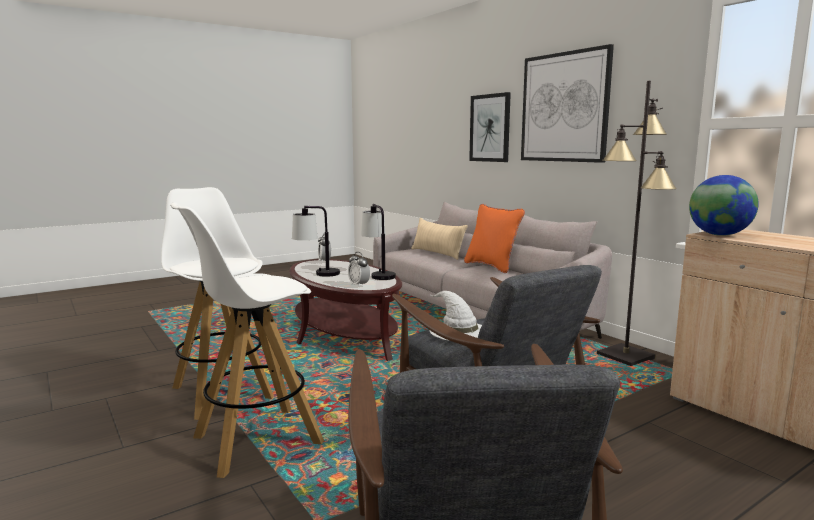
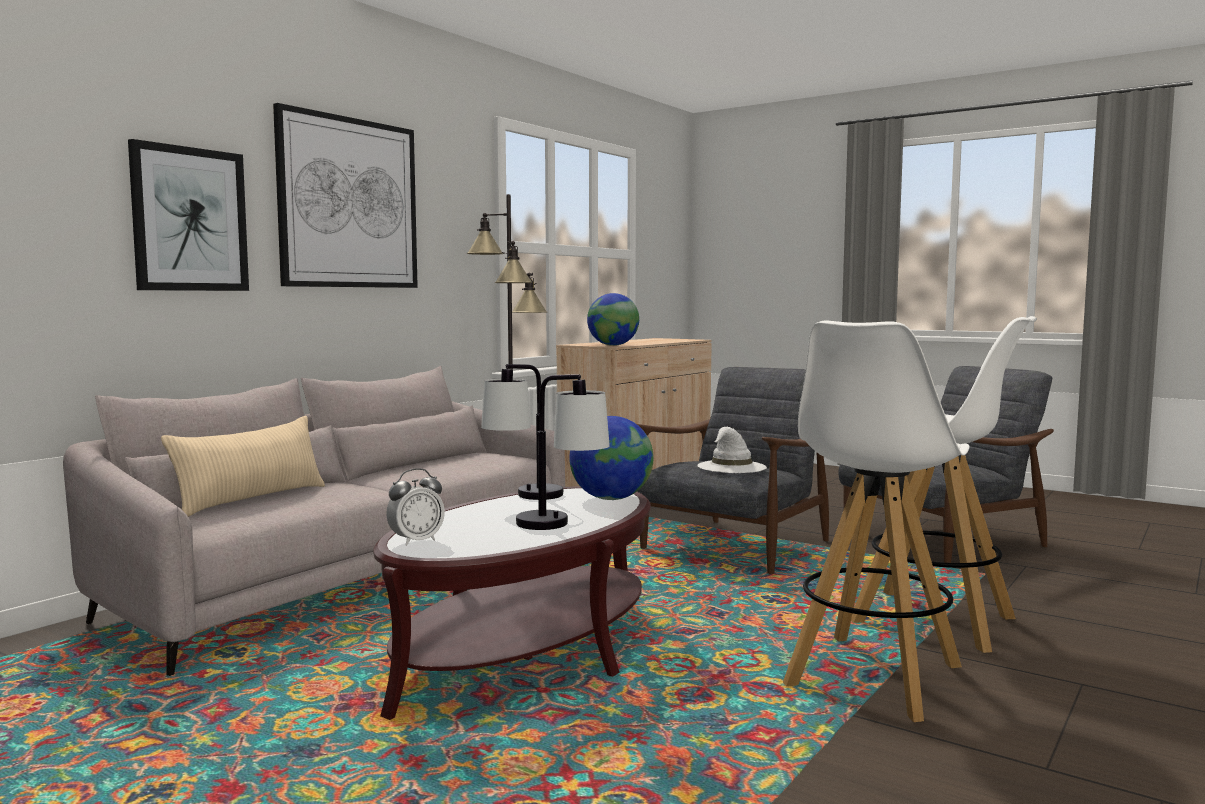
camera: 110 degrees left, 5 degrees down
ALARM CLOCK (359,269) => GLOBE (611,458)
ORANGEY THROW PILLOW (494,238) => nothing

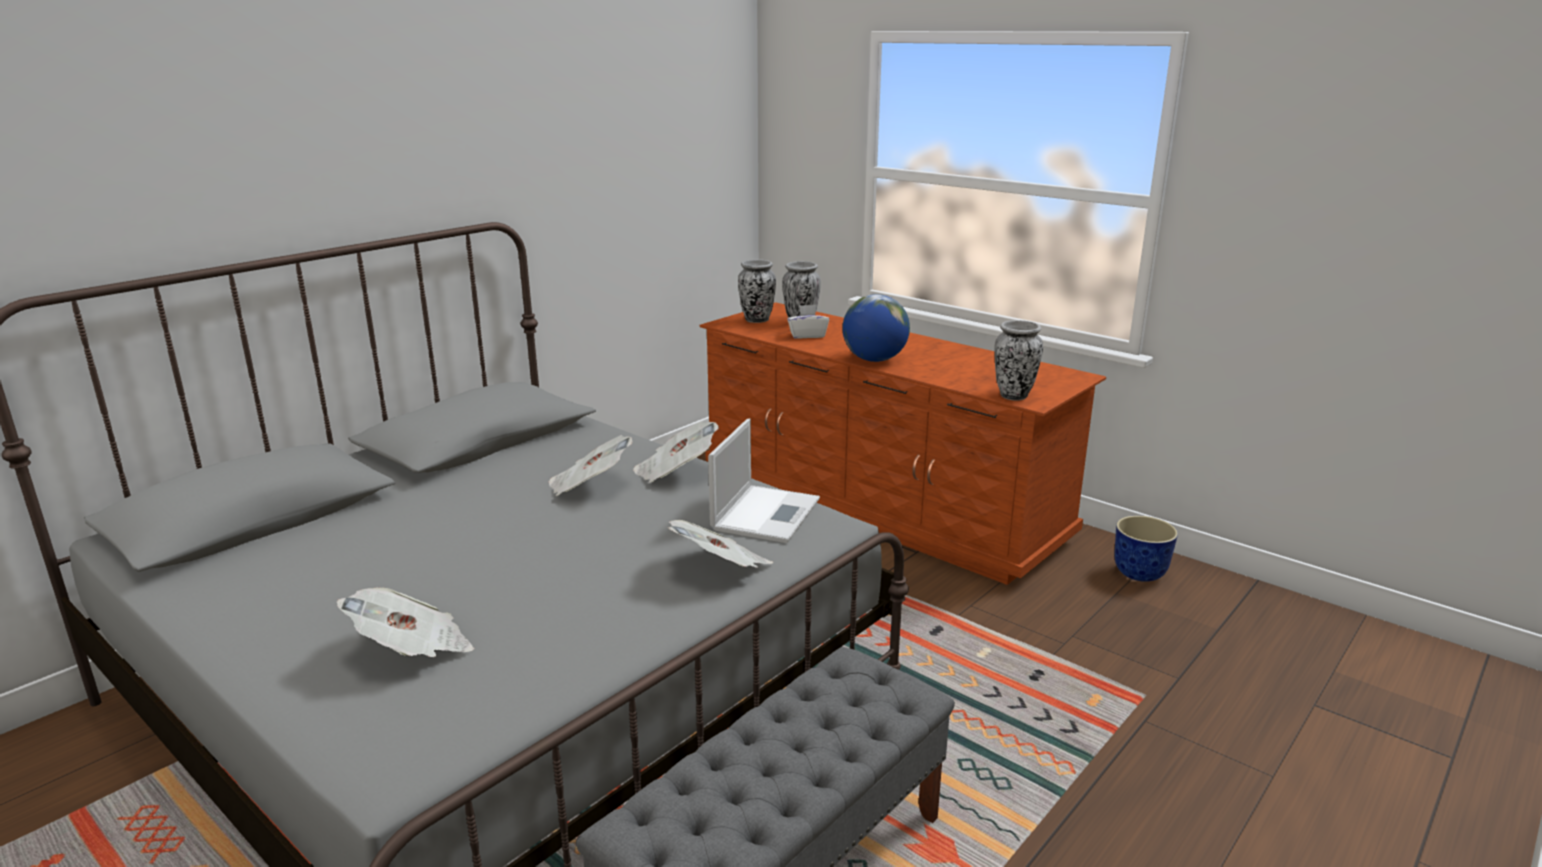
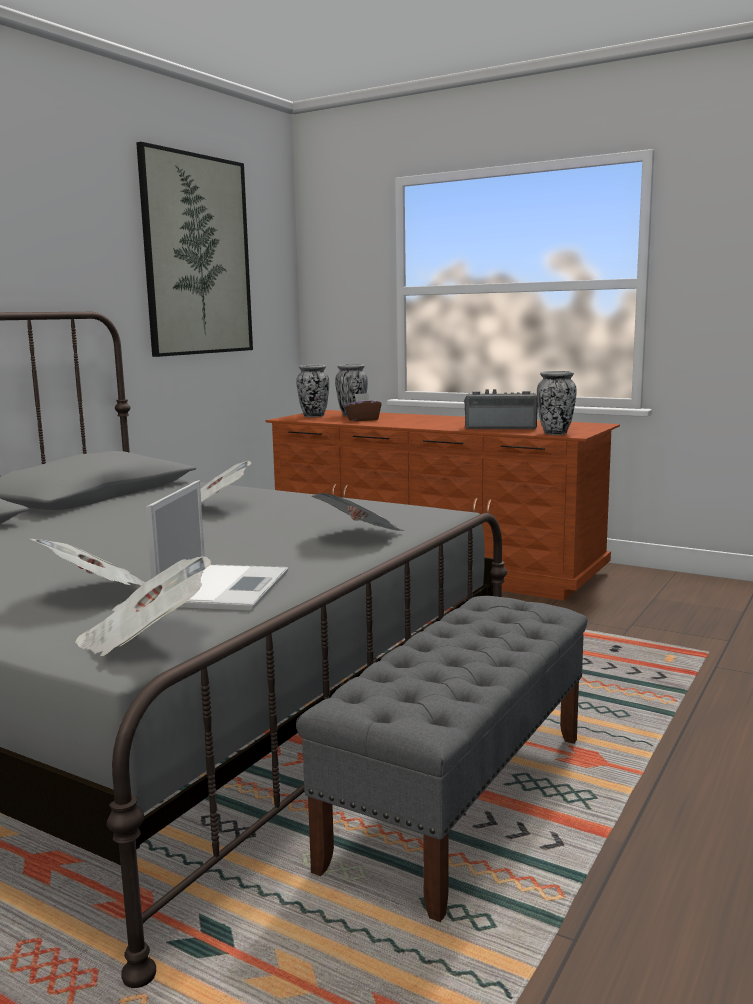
camera: 10 degrees left, 10 degrees down
DAILY PAPER (676,452) => DAILY PAPER (143,606), move
nothing => WALL ART (194,249)
NOTEBOOK COMPUTER (764,480) => NOTEBOOK COMPUTER (217,545), move
WHITE TISSUE BOX (808,322) => BROWN TISSUE BOX (363,407)
nothing => RADIO SET (501,409)
GLOBE (876,328) => nothing
PLANTER (1146,549) => nothing

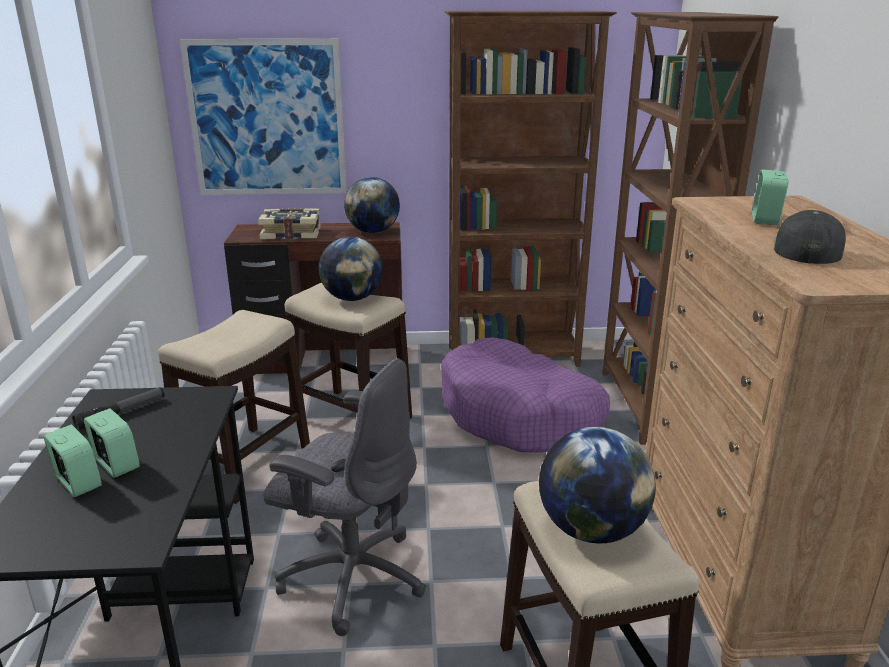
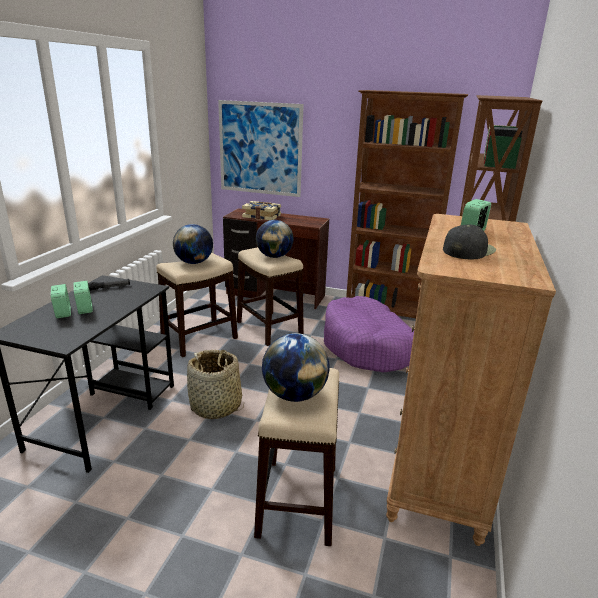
camera: 20 degrees right, 0 degrees up
GLOBE (372,205) => GLOBE (193,244), move
GREYISH DESK CHAIR (344,497) => HOUSEHOLD BASKET (215,384)

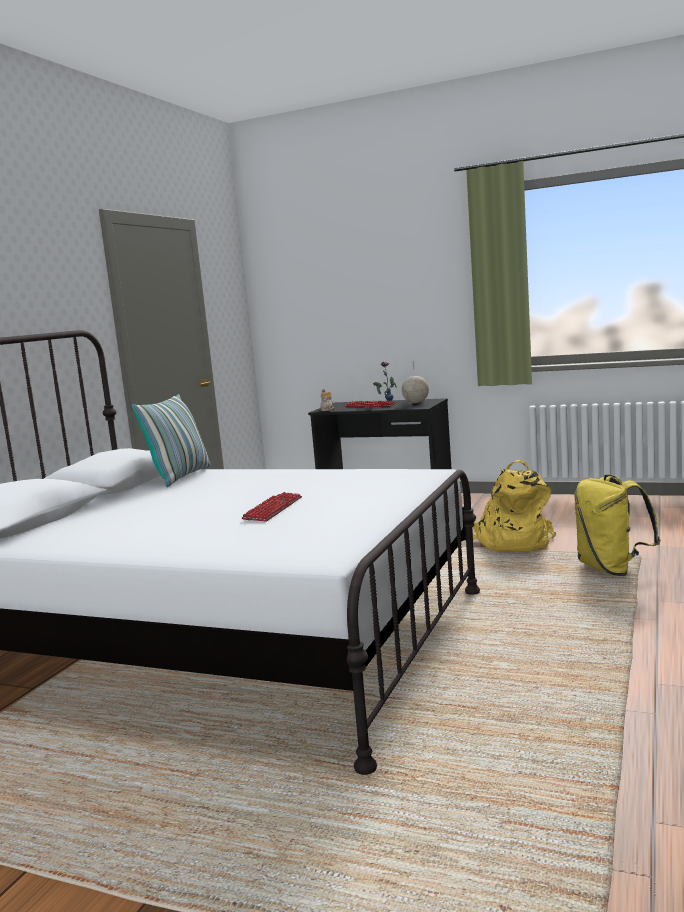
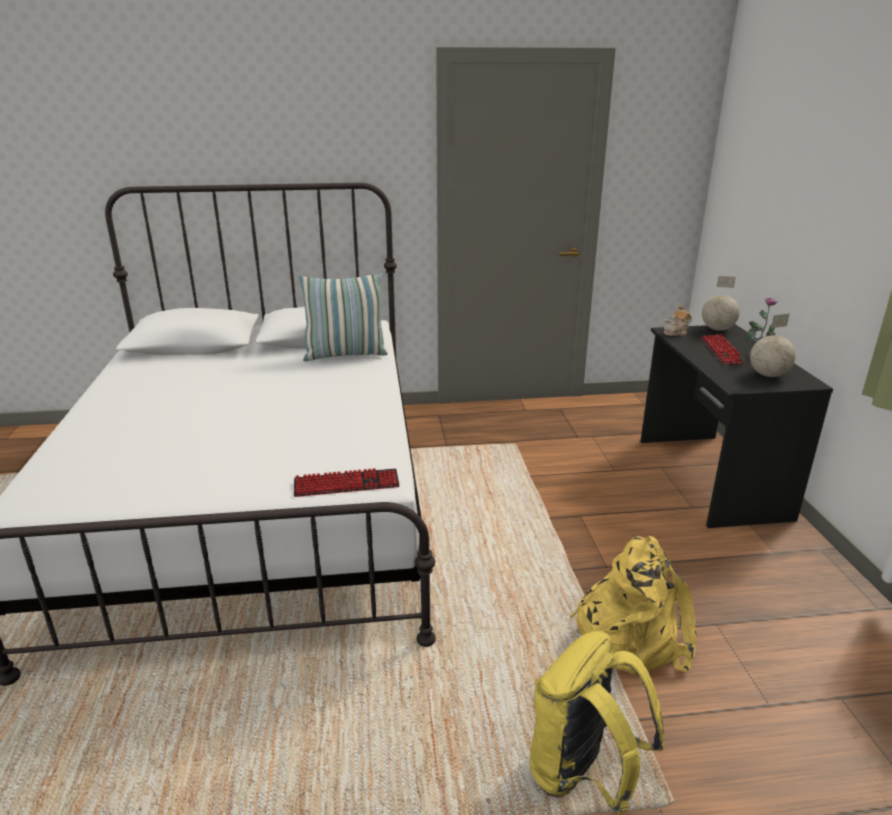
camera: 60 degrees right, 15 degrees up
KEYBOARD (272,507) => KEYBOARD (347,482), move
nothing => GLOBE (721,303)

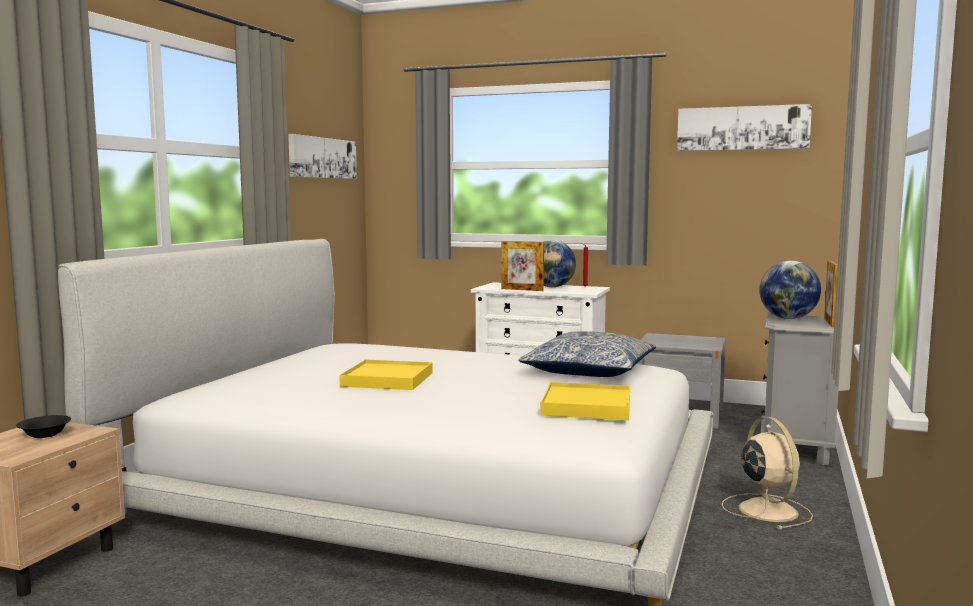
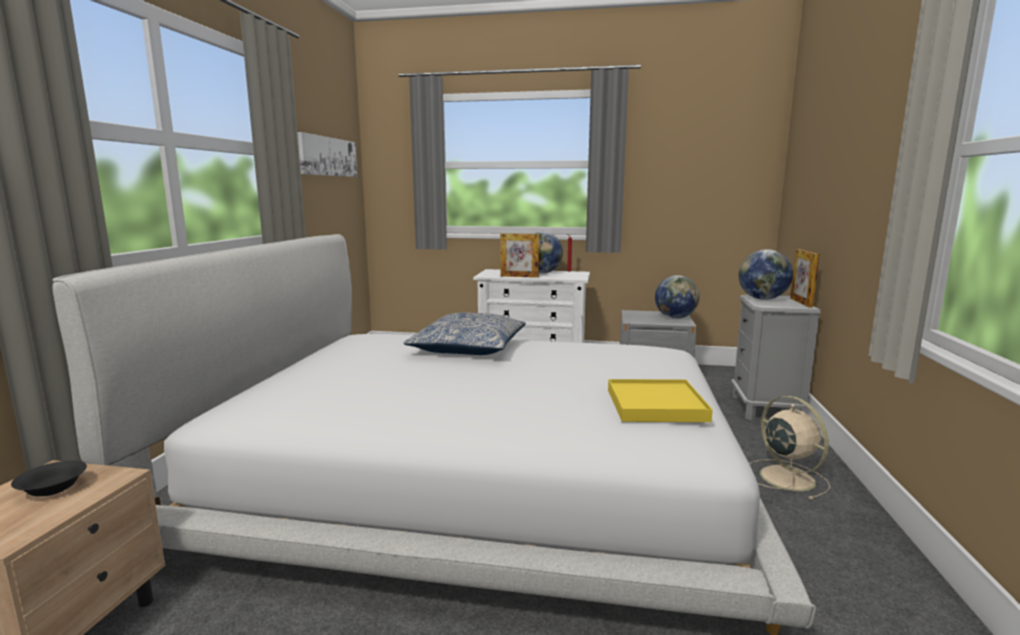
camera: 10 degrees left, 5 degrees up
THROW PILLOW (587,354) => THROW PILLOW (465,334), move
nothing => GLOBE (677,297)
YELLOWISH TRAY (386,375) => nothing
WALL ART (744,127) => nothing

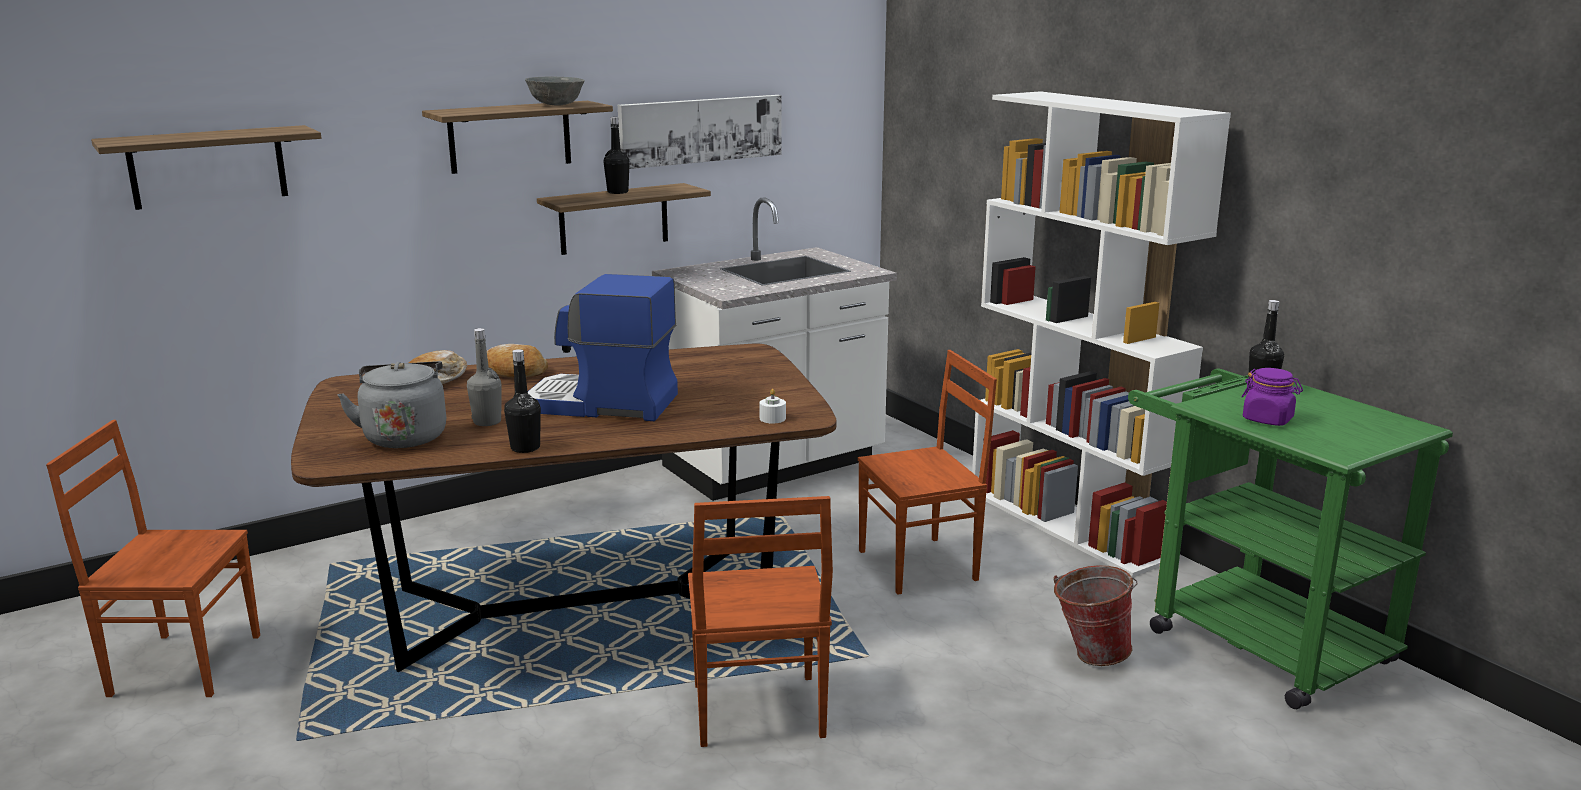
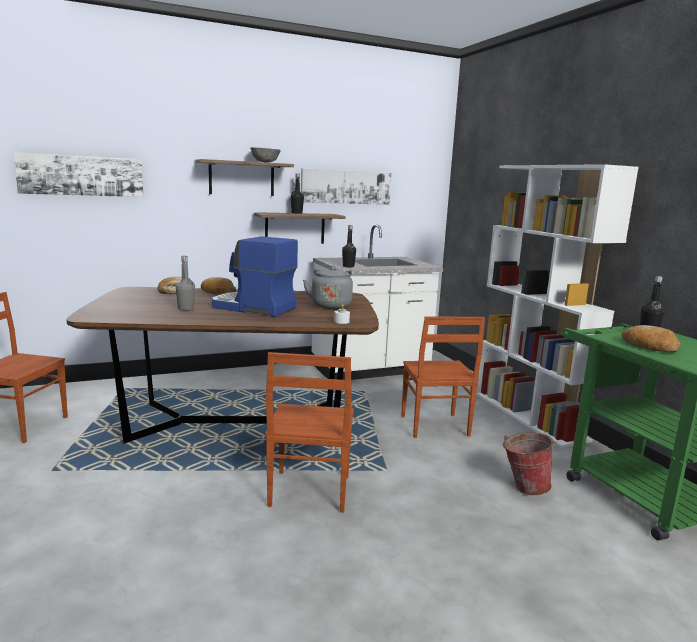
camera: 10 degrees right, 5 degrees down
WALL SHELF (206,167) => WALL ART (78,175)
GREYISH WATER KETTLE (391,404) => GREYISH WATER KETTLE (328,288), move
BLACKISH BOTTLE (522,401) => BLACKISH BOTTLE (349,246), move
BROWN CHAIR (927,472) => BROWN CHAIR (443,377), 90 degrees clockwise
PURPLE-COLOURED JAR (1272,397) => BREAD (651,338)

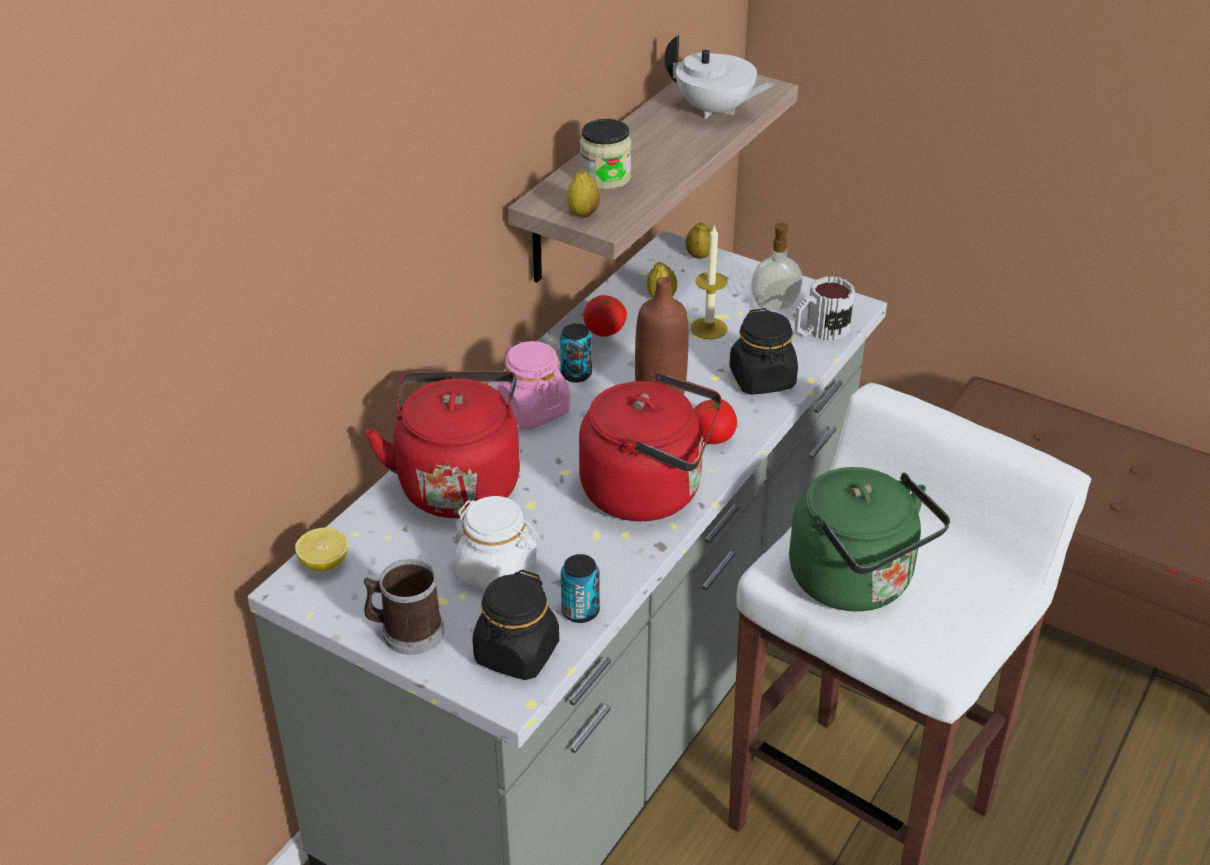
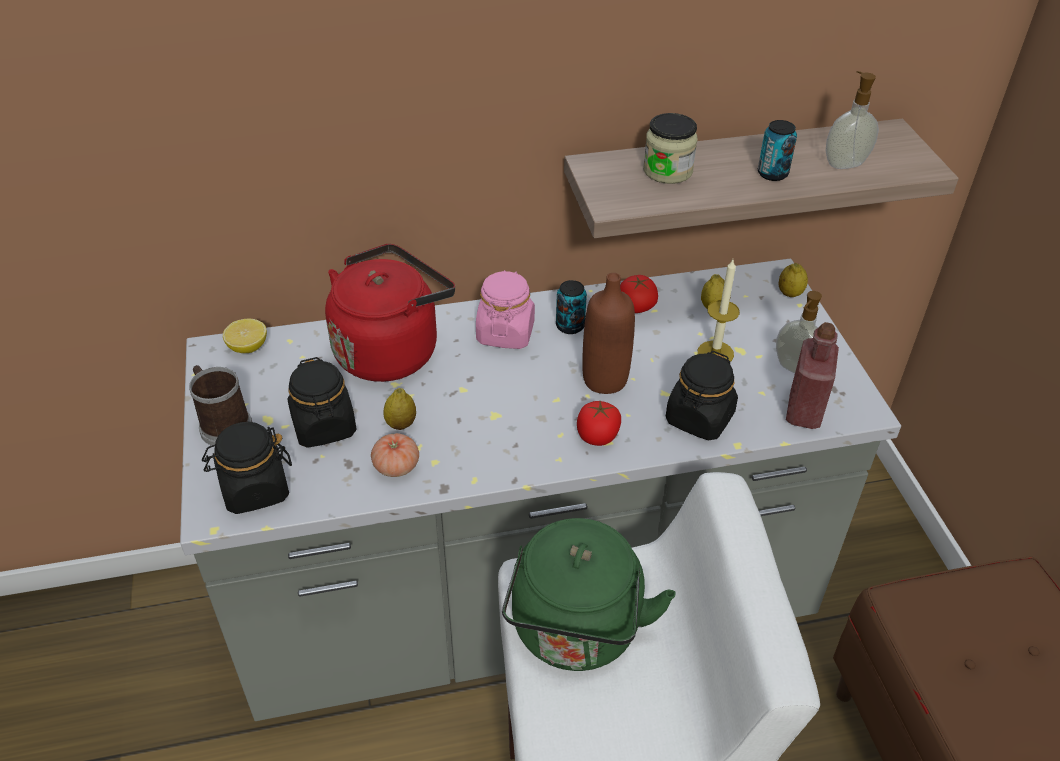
camera: 45 degrees right, 5 degrees up
WHITE JAR (496,543) => BLACKISH JAR (322,402)
nothing => WHOLE TOMATO (395,455)
WHOLE LEMON (583,193) => WHOLE LEMON (400,409), move
CAN (580,588) => CAN (777,150), move
TEA MUG (824,308) => RED BOTTLE (812,375)
WHITE TEAPOT (720,77) => SOAP BOTTLE (852,120)
RED WATER KETTLE (650,446) => nothing

